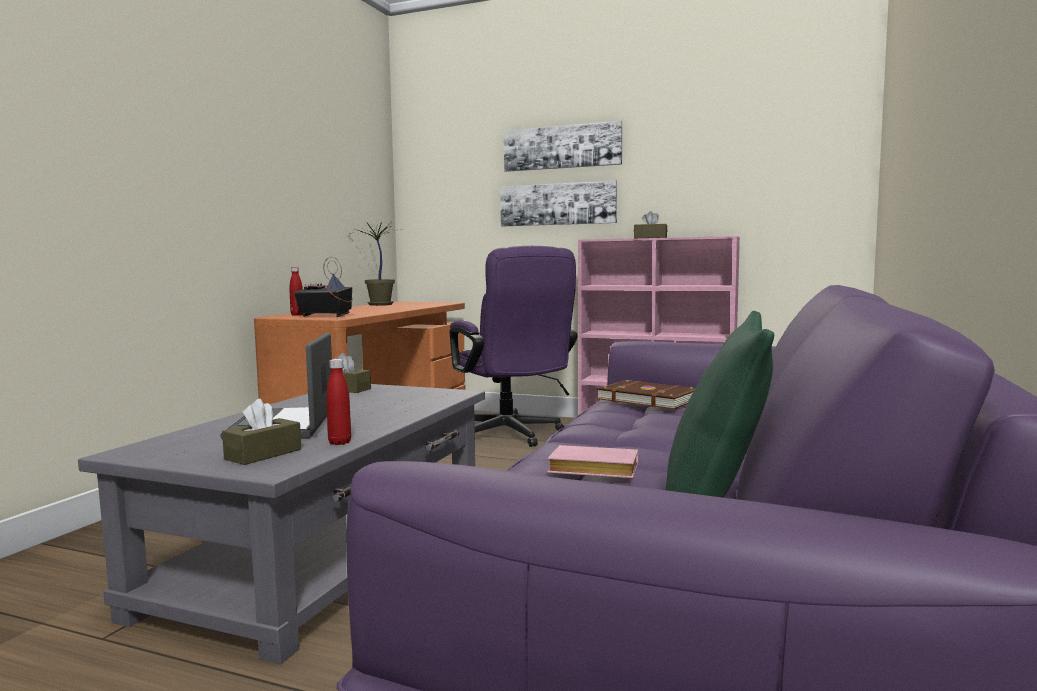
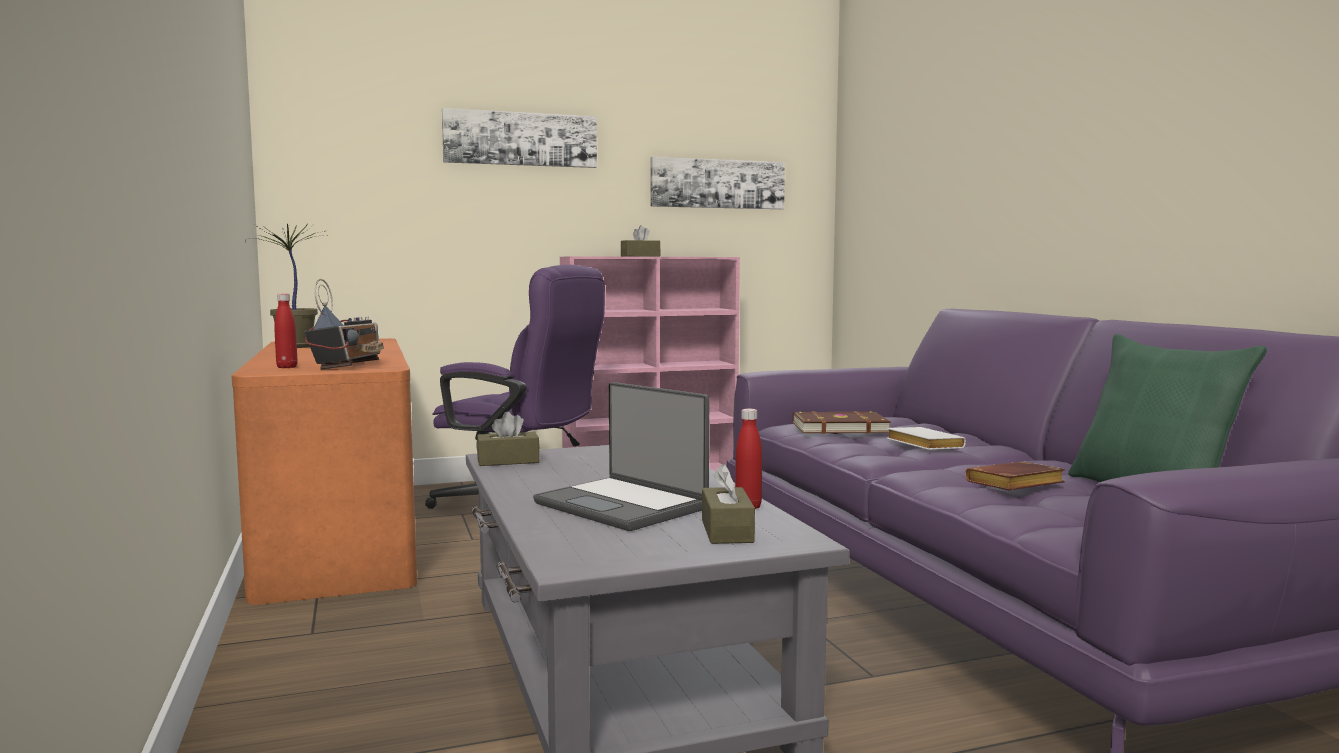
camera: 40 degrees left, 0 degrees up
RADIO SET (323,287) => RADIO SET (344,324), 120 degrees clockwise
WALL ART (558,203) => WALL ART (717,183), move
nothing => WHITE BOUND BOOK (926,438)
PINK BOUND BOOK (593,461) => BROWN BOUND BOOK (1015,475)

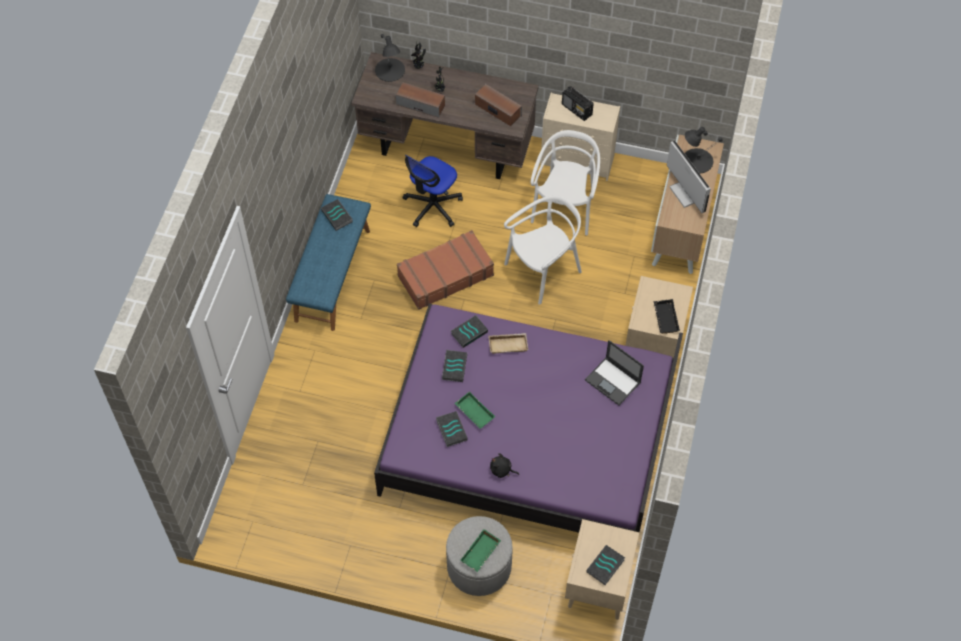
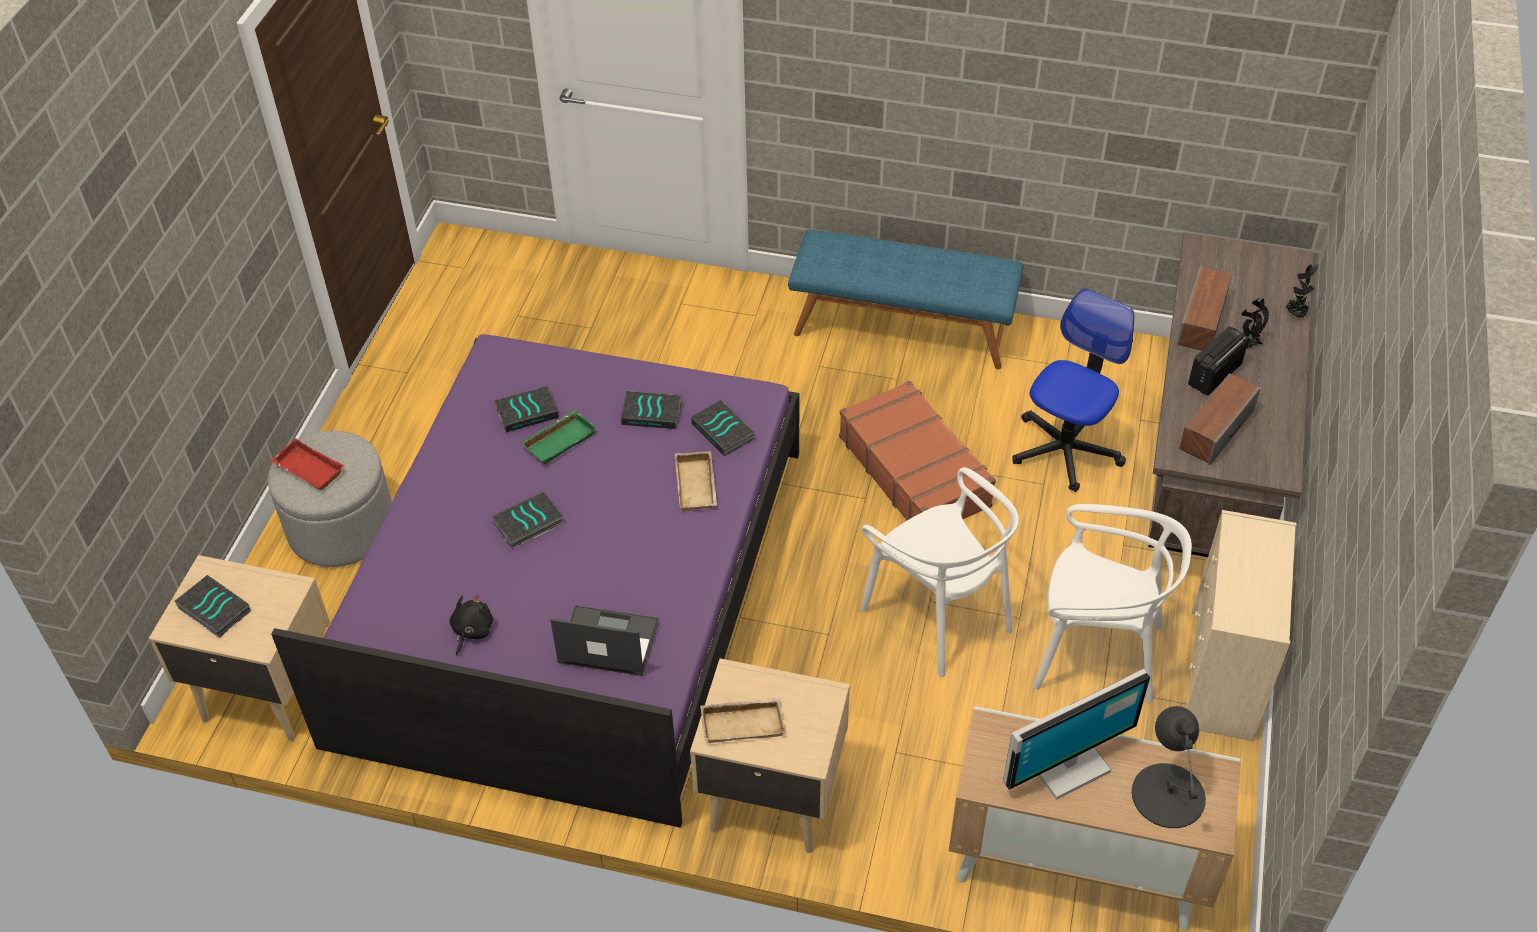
camera: 90 degrees right, 10 degrees down
GREENISH TRAY (480,550) => RED TRAY (307,464)
BLACKISH PLUSH TOY (504,465) => BLACKISH PLUSH TOY (471,625), move
BOUND BOOK (337,215) => BOUND BOOK (528,520), move
NOTEBOOK COMPUTER (614,373) => NOTEBOOK COMPUTER (604,640), 60 degrees clockwise
BLACKISH TRAY (667,316) => SAND-COLOURED TRAY (742,720)
DESK CHAIR (432,191) => DESK CHAIR (1073,390), 90 degrees clockwise
RADIO SET (578,103) => RADIO SET (1218,361), move
BLACKISH TABLE LAMP (390,58) => nothing

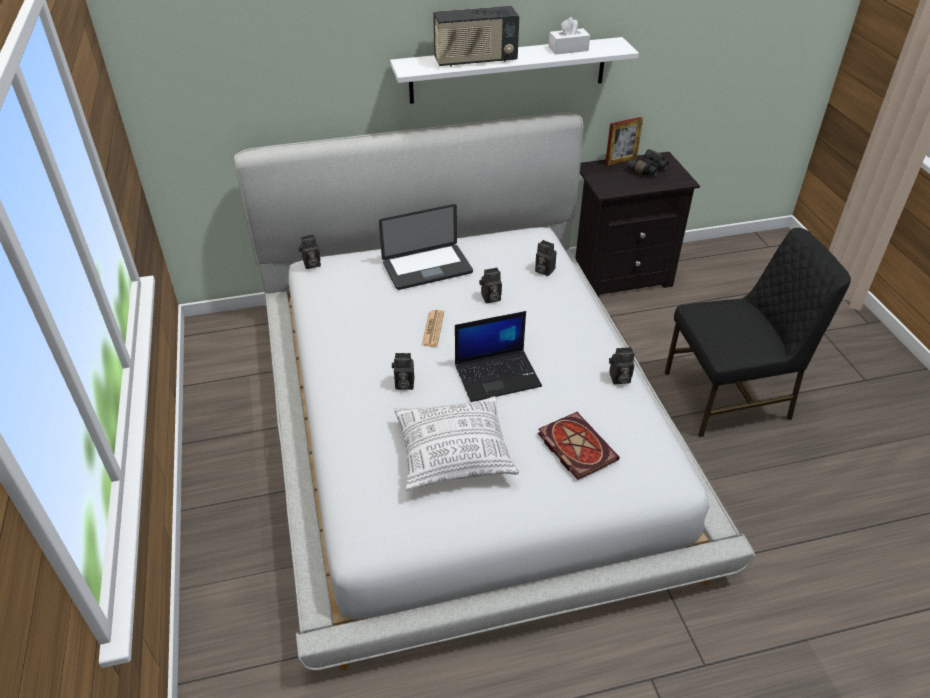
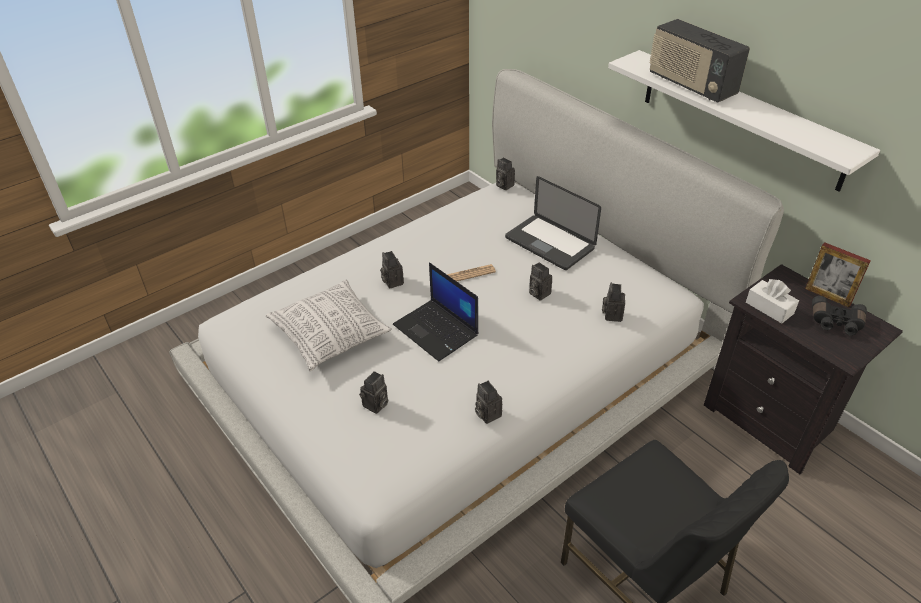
camera: 65 degrees right, 0 degrees up
BOUND BOOK (579,446) => STILL CAMERA (373,392)
WHITE TISSUE BOX (569,35) => WHITE TISSUE BOX (772,301), move

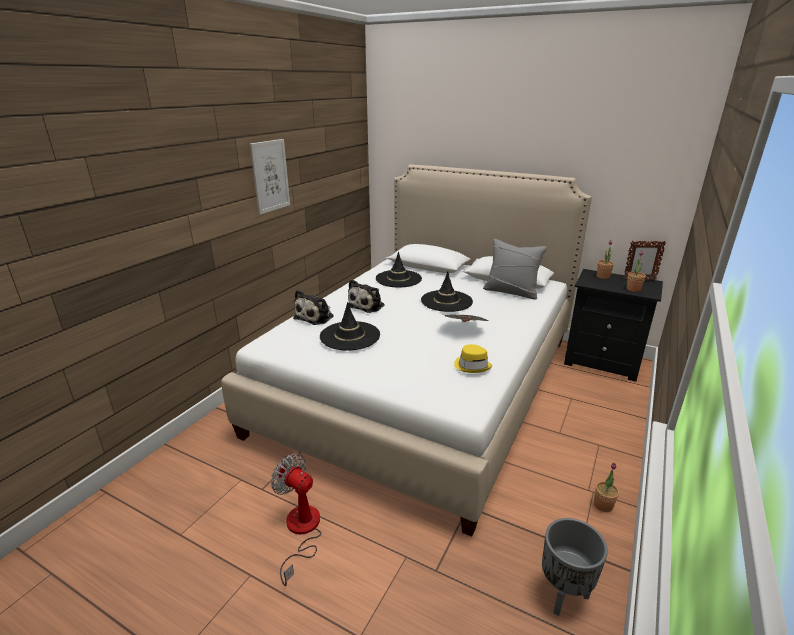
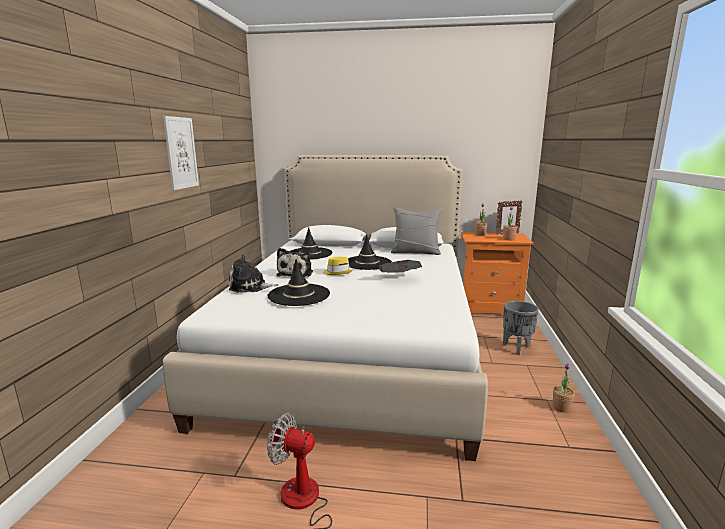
camera: 20 degrees left, 10 degrees down
PLUSH TOY (313,307) => PLUSH TOY (253,273), 75 degrees clockwise
YELLOWISH WEARABLE HAT (473,358) => YELLOWISH WEARABLE HAT (338,266), move
BLACKISH BEDSIDE TABLE (613,325) => ORANGEY BEDSIDE TABLE (497,273)
GREYISH PLANTER (575,567) => GREYISH PLANTER (521,328), move

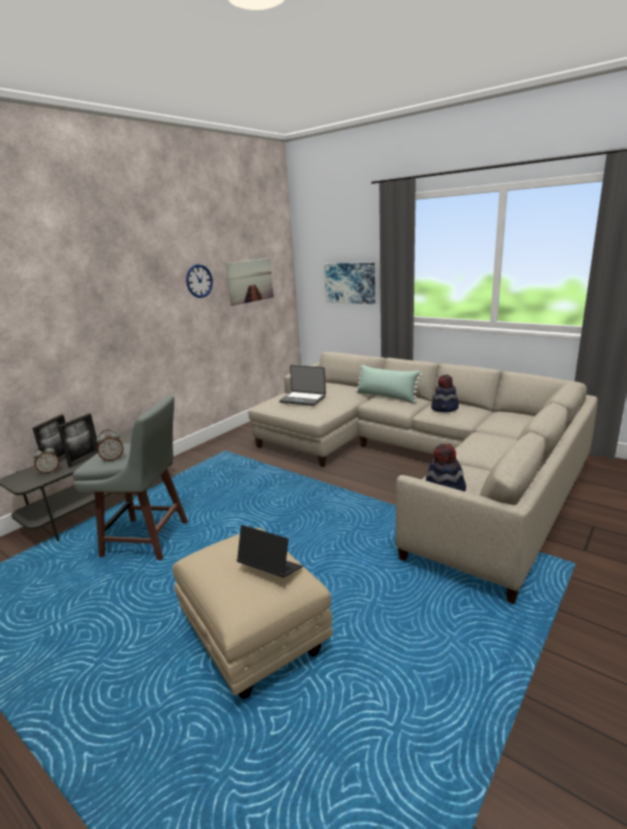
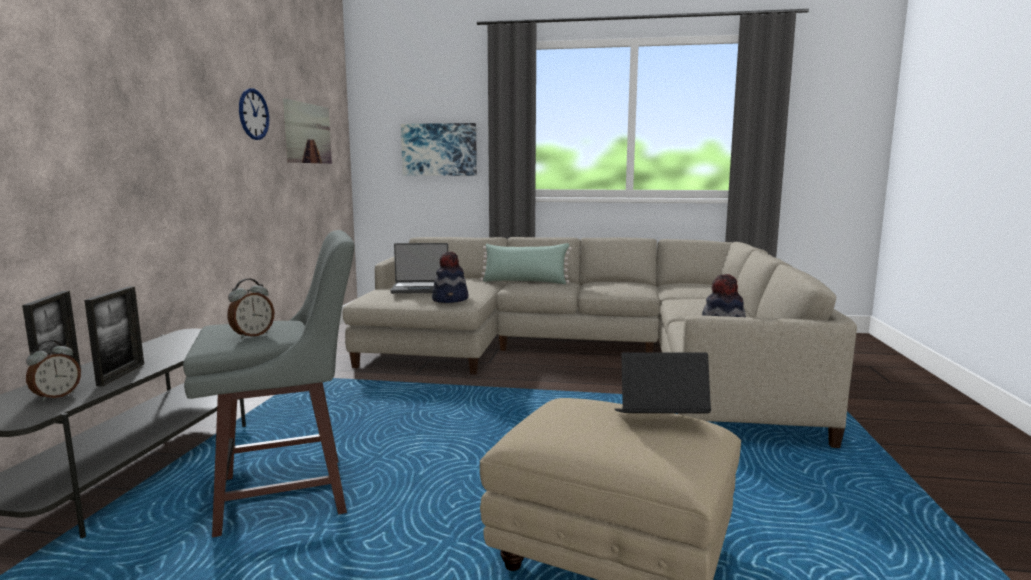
camera: 30 degrees left, 10 degrees down
WEARABLE HAT (445,393) => WEARABLE HAT (450,277), move

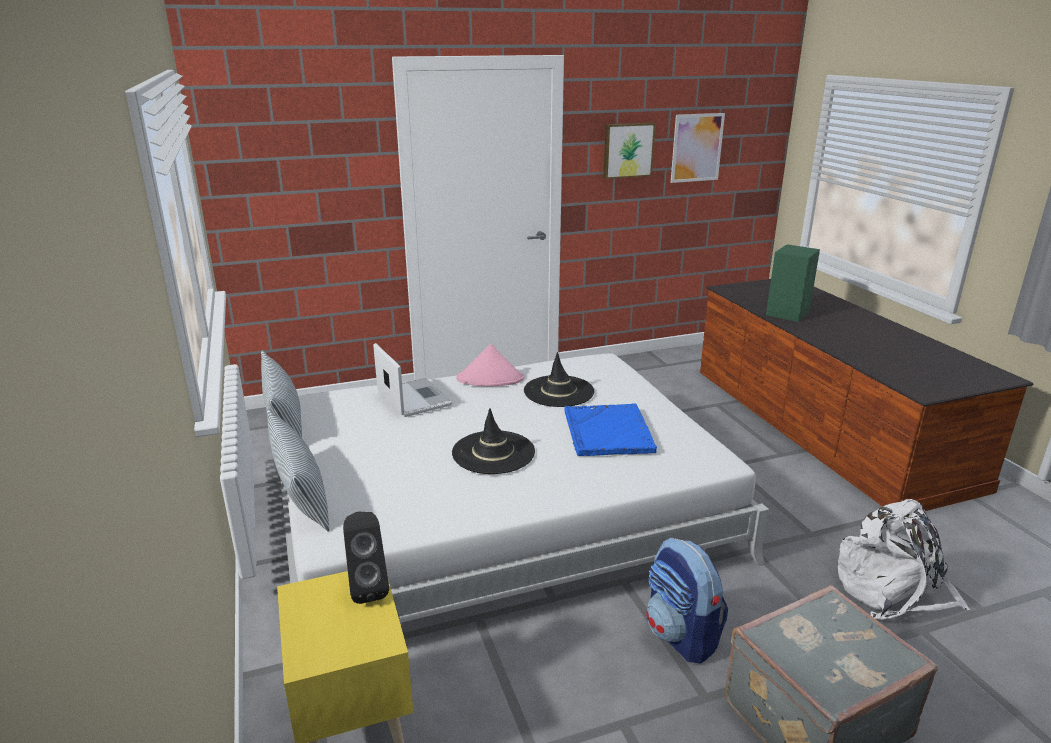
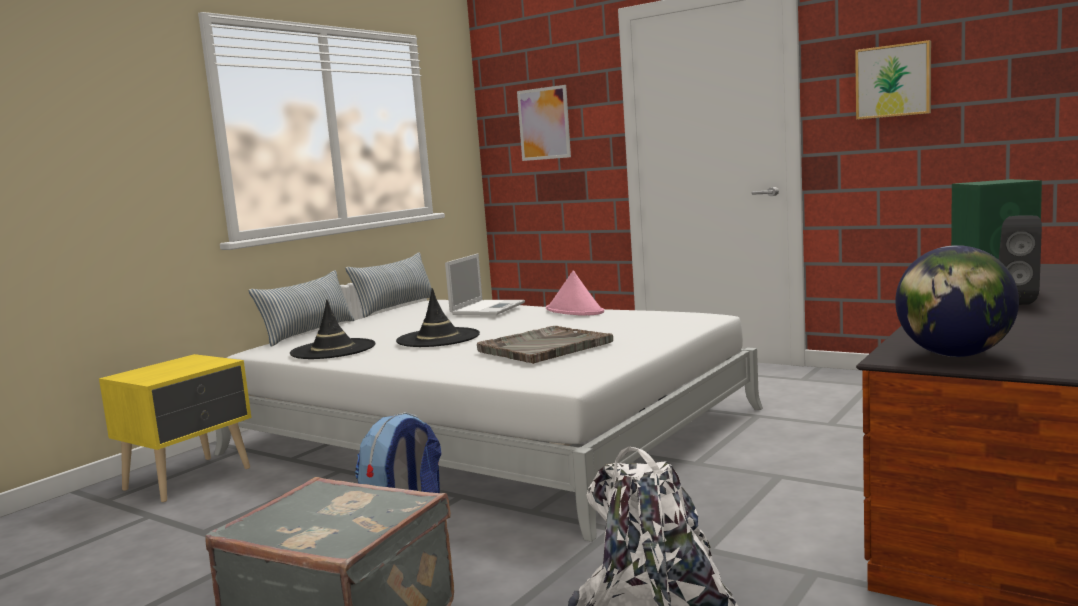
camera: 55 degrees right, 15 degrees down
BLACKISH WEARABLE HAT (559,379) => BLACKISH WEARABLE HAT (332,329), move
BLUE TRAY (610,430) => GREYISH TRAY (545,345)
WALL ART (698,148) => WALL ART (544,123), move
nothing => GLOBE (957,301)
BLACKISH LOUDSPEAKER (366,558) => BLACKISH LOUDSPEAKER (1020,260), move

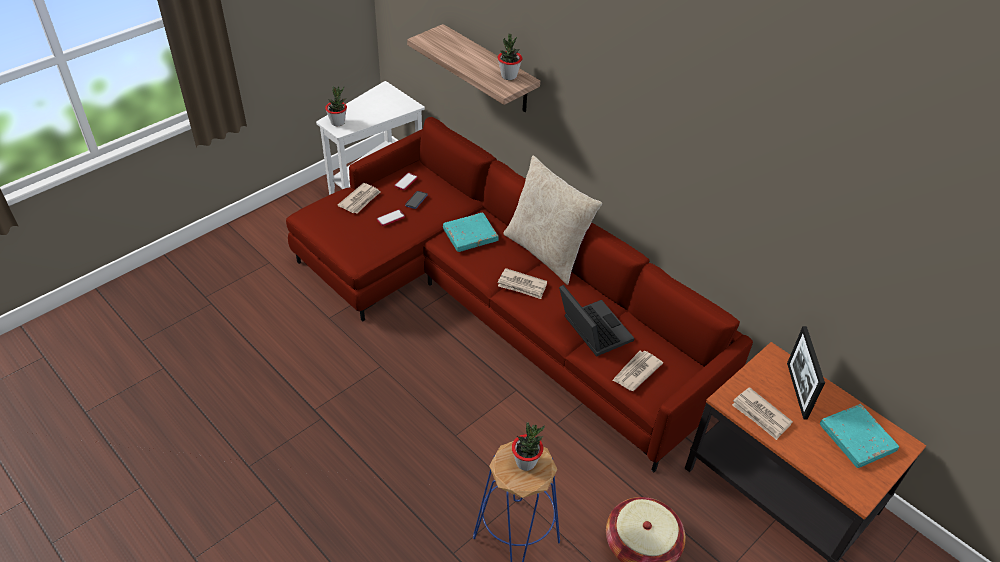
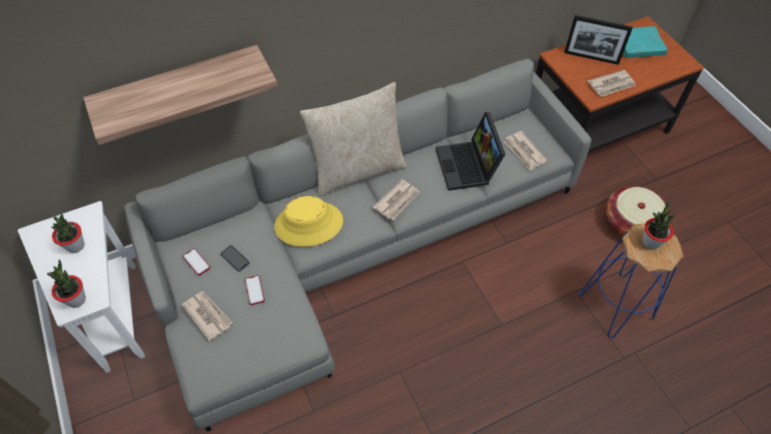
camera: 70 degrees left, 10 degrees up
HOUSEPLANT (510,57) => HOUSEPLANT (67,233), move
RED SETTEE (519,294) => GREYISH SETTEE (357,245)
TURQUOISE-COLOURED BOUND BOOK (471,232) => YELLOWISH WEARABLE HAT (308,221)
NOTEBOOK COMPUTER (596,321) => NOTEBOOK COMPUTER (470,151), 90 degrees counterclockwise

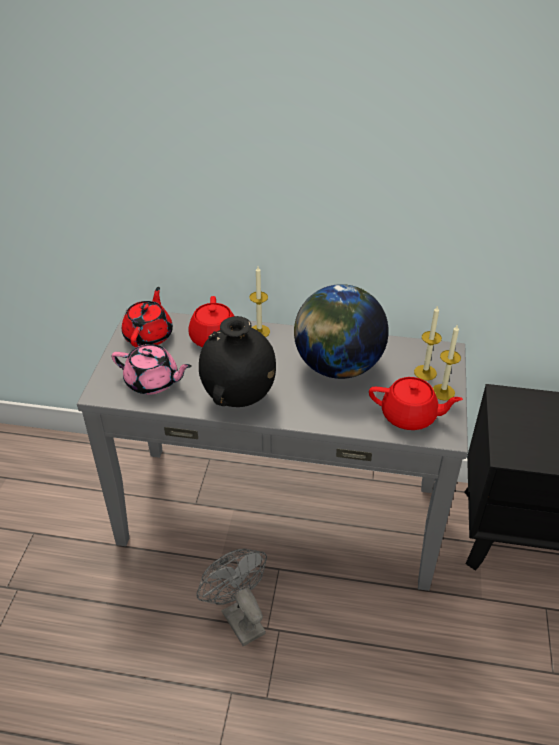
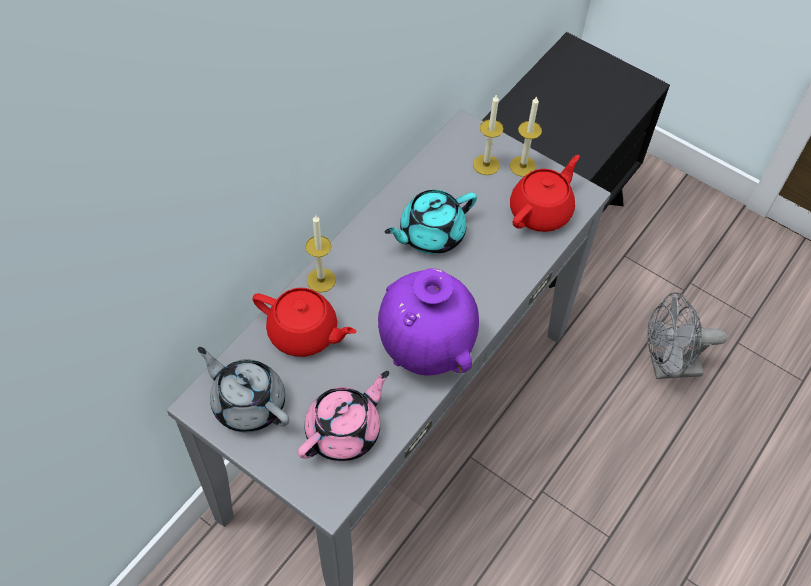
camera: 65 degrees left, 15 degrees up
RED TEAPOT (147,317) => GREYISH TEAPOT (244,389)
BLACKISH FLOWER VASE (237,361) => PURPLE-COLOURED FLOWER VASE (428,322)
GLOBE (341,331) => TURQUOISE-COLOURED TEAPOT (430,222)
GREYISH COOLING FAN (231,597) => GREYISH COOLING FAN (687,335), move

